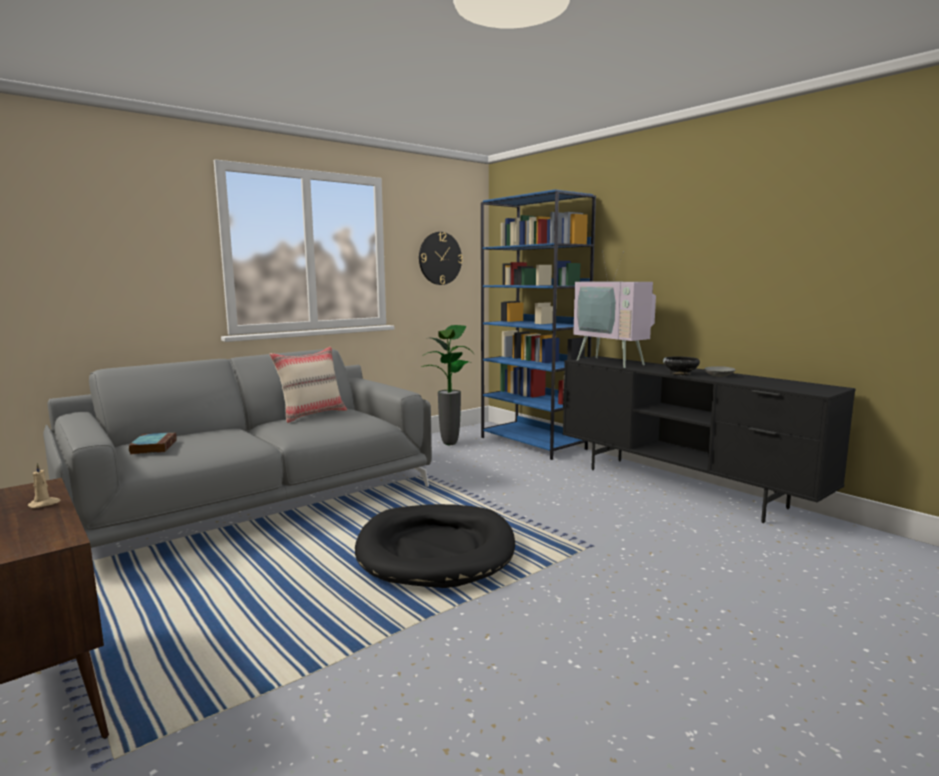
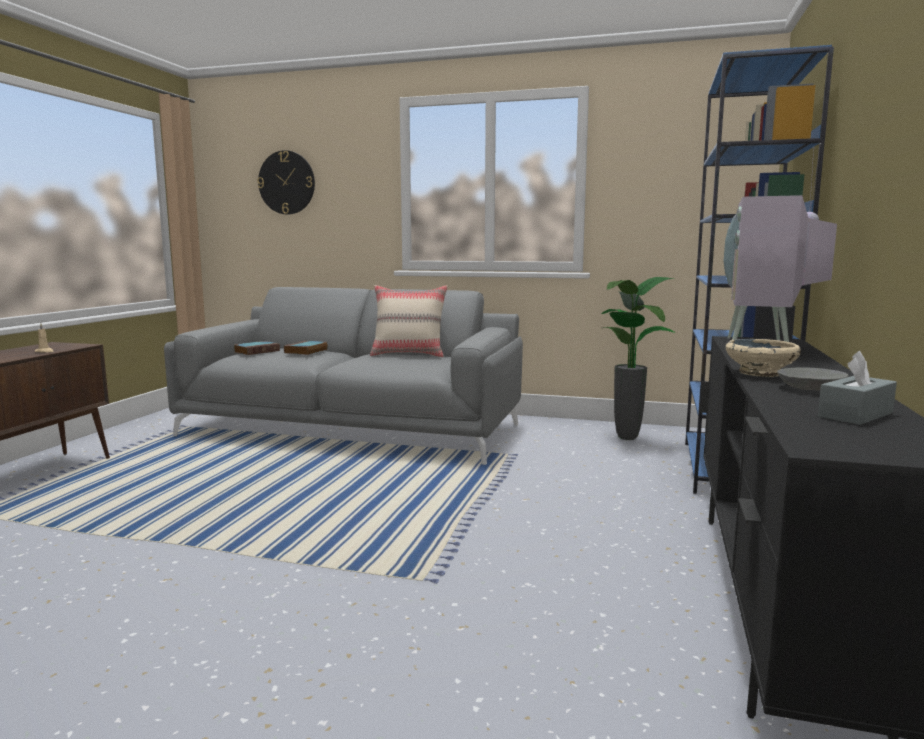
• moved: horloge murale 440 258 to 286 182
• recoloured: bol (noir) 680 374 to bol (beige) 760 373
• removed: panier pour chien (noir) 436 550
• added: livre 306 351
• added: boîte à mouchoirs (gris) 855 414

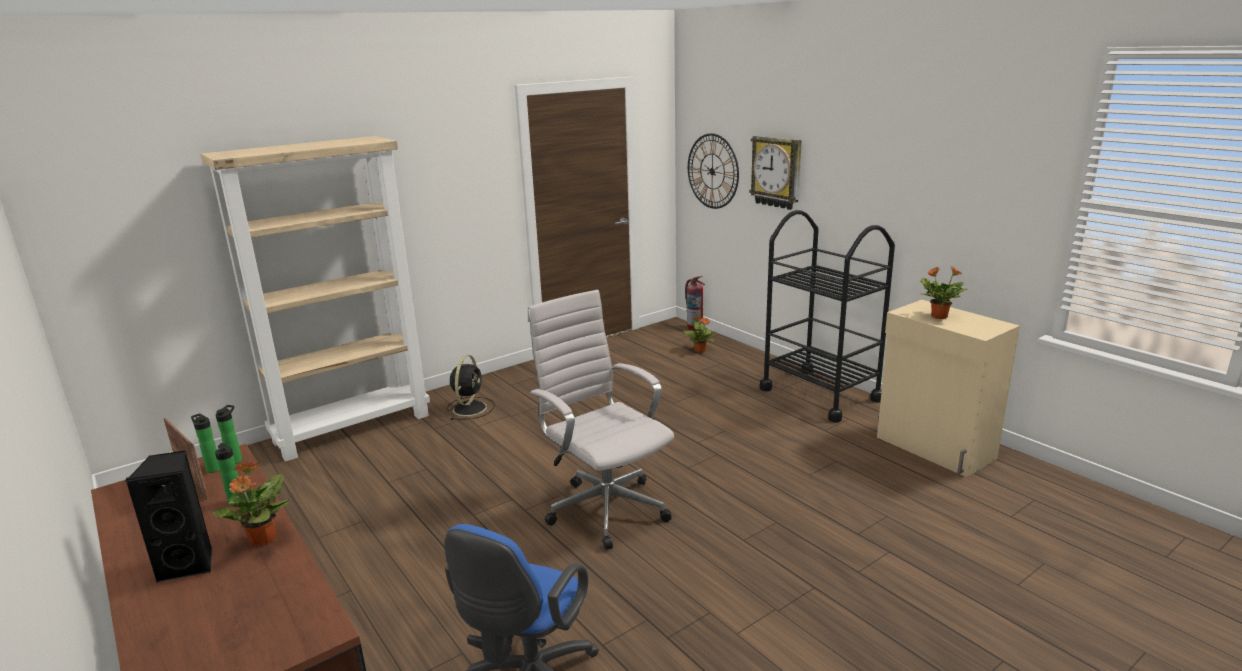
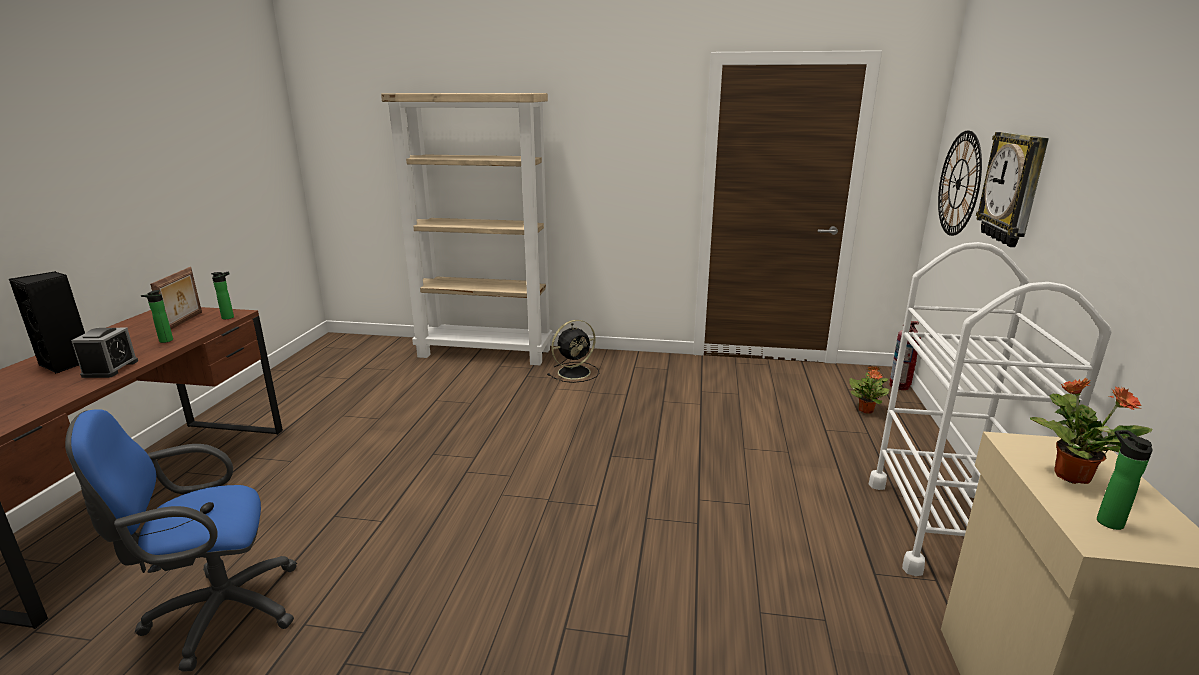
• recoloured: chariot (noir) 820 394 to chariot (blanc) 944 528
• removed: chaise de bureau (blanc) 604 508
• moved: bouteille 212 468 to 1106 520
• replaced: plante en pot 262 540 to réveil 110 368

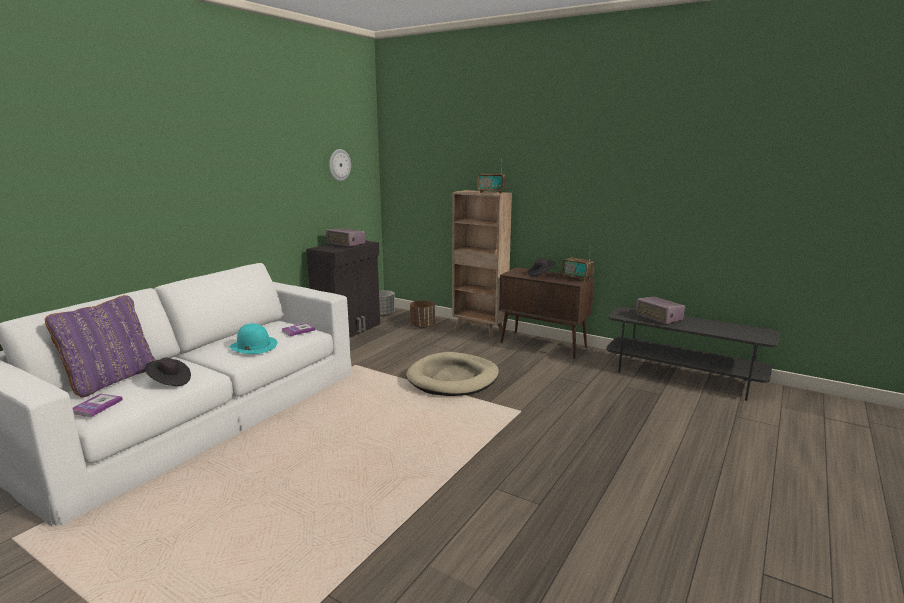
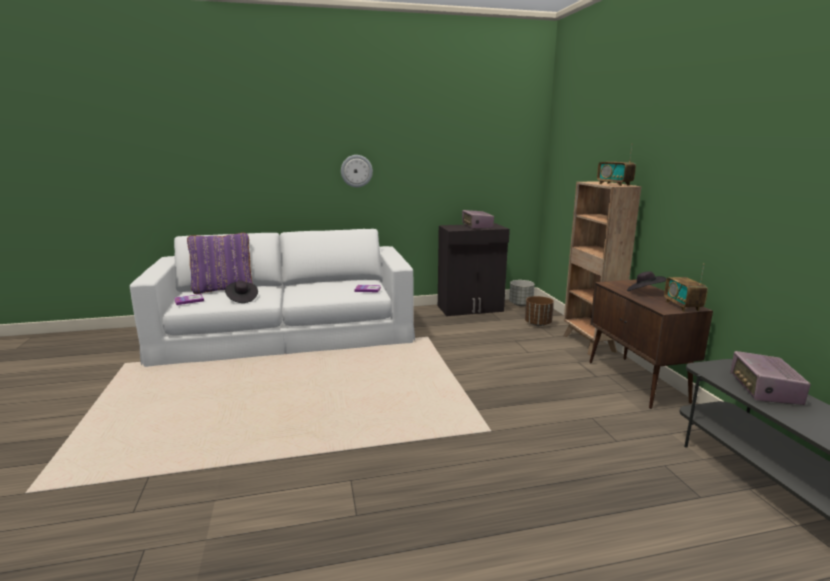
• moved: horloge murale 339 165 to 356 171
• removed: chapeau (turquoise) 253 346
• removed: panier pour chien (beige) 453 378

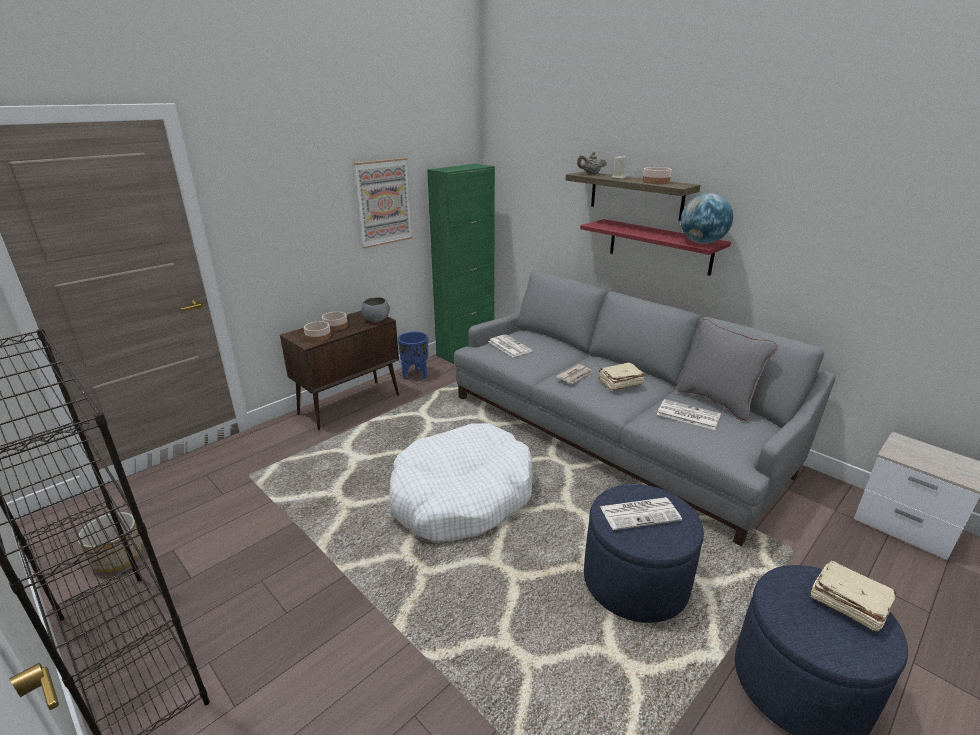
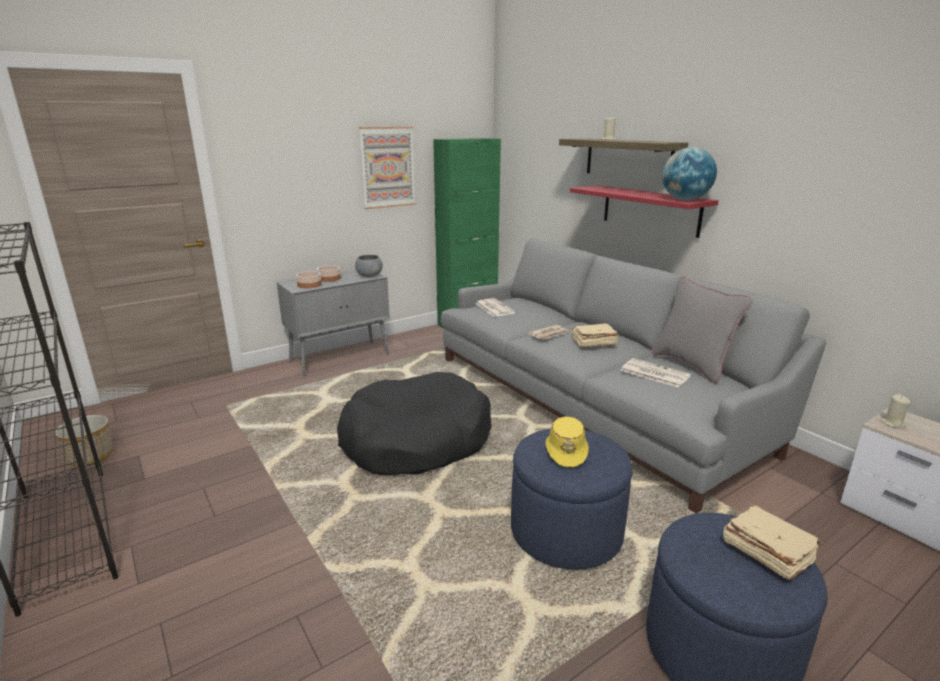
• removed: théière (beige) 591 174
• removed: bol 656 182
• recoloured: meuble de rangement (marron) 350 404 to meuble de rangement (gris) 341 358
• removed: cache-pot (bleu) 415 375
• recoloured: panier pour chien (blanc) 461 496 to panier pour chien (noir) 416 440
• replaced: journal 640 513 to chapeau (jaune) 566 451
• added: bougie (beige) 892 423

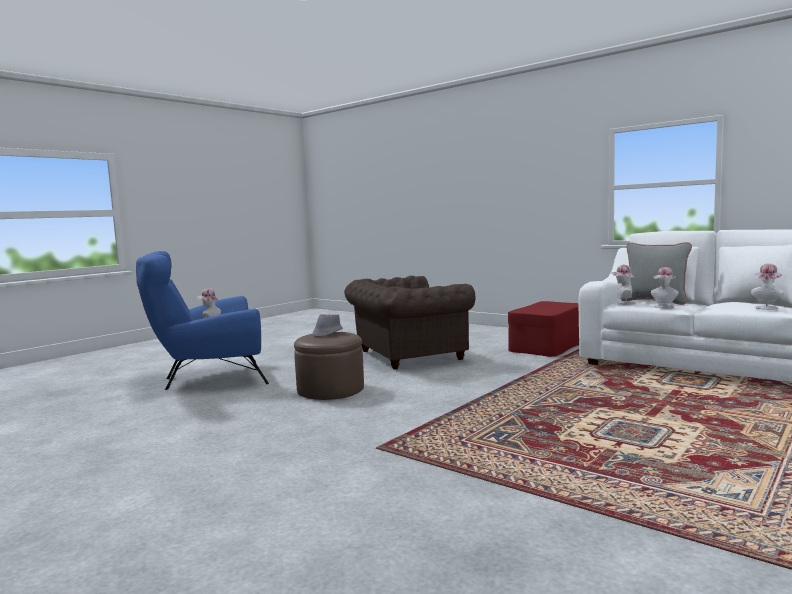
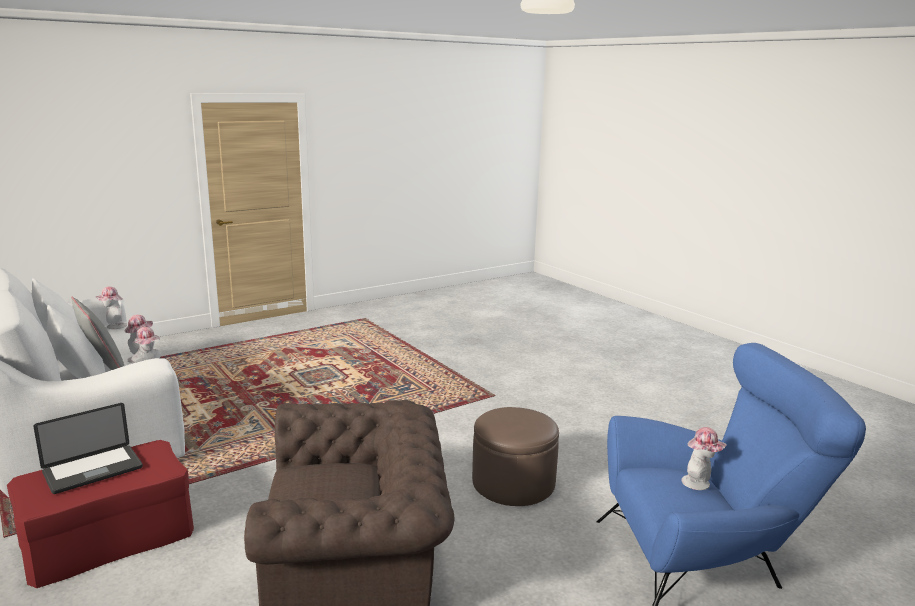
• removed: chapeau (gris) 327 333
• added: ordinateur portable 93 470

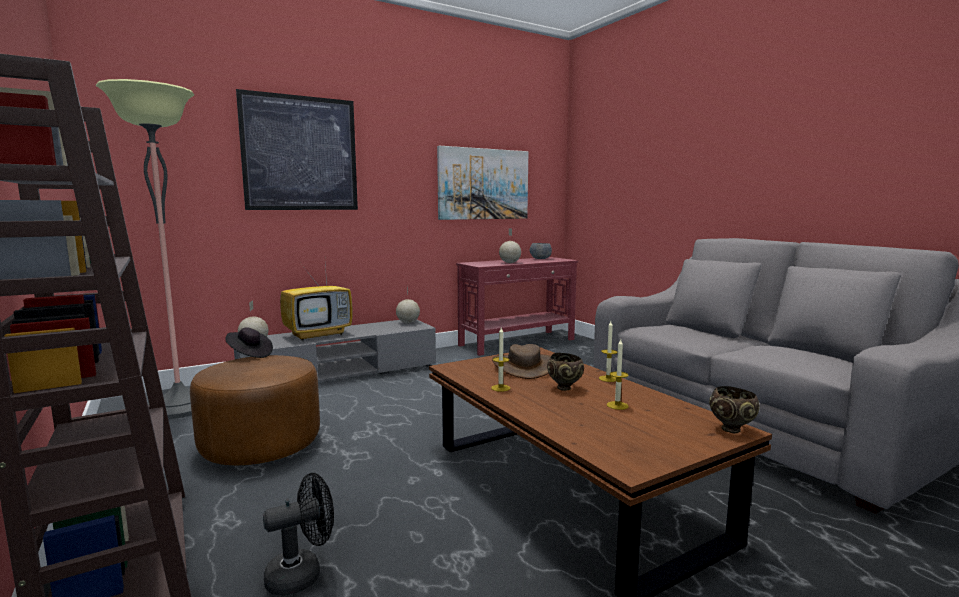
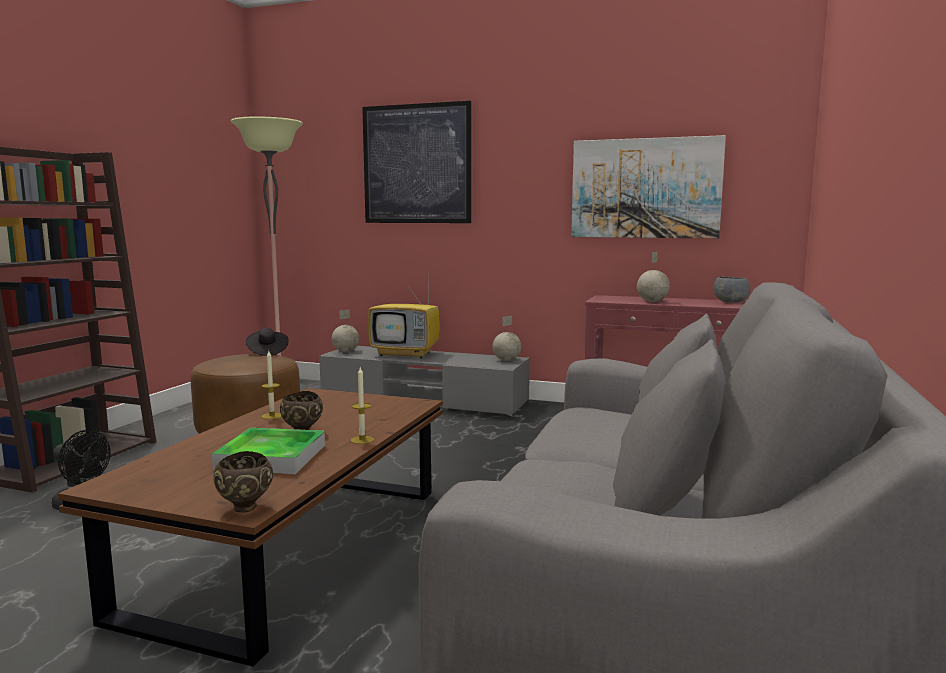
• replaced: bougie 617 405 to plateau 271 457
• removed: chapeau (marron) 523 367

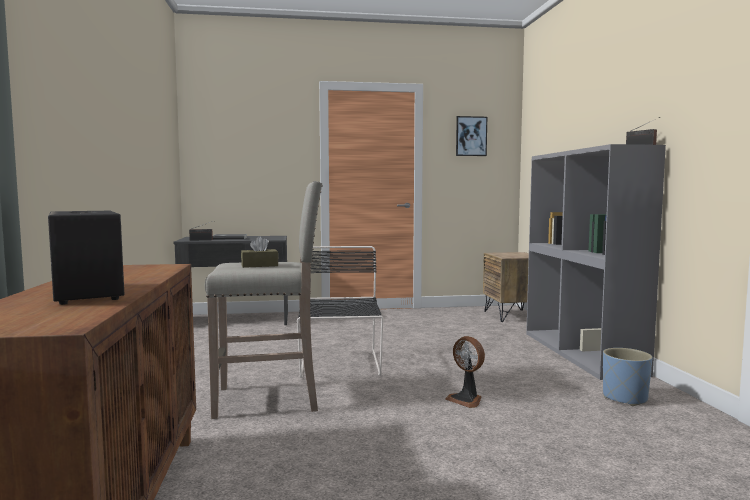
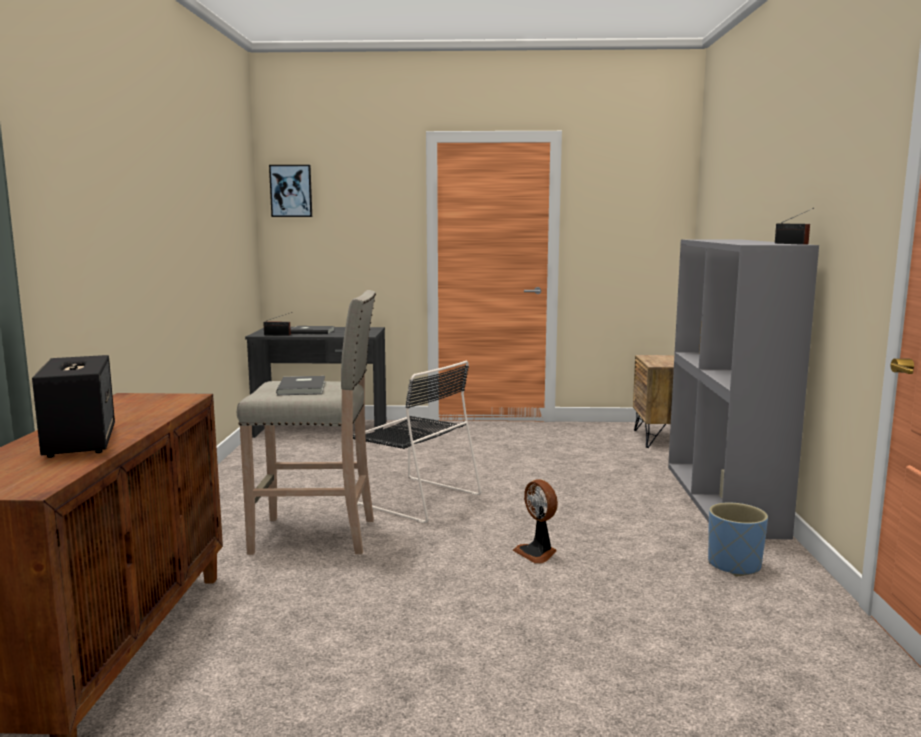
• moved: tableau 471 136 to 291 191
• replaced: boîte à mouchoirs (marron) 259 265 to livre (gris) 303 388
• turned: chaise (noir) 339 365 = 414 498 120 degrees clockwise

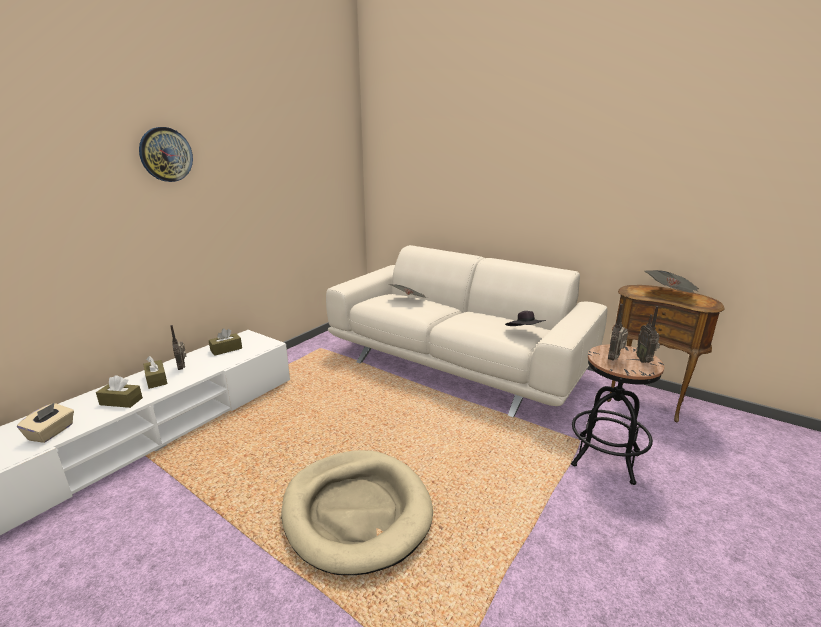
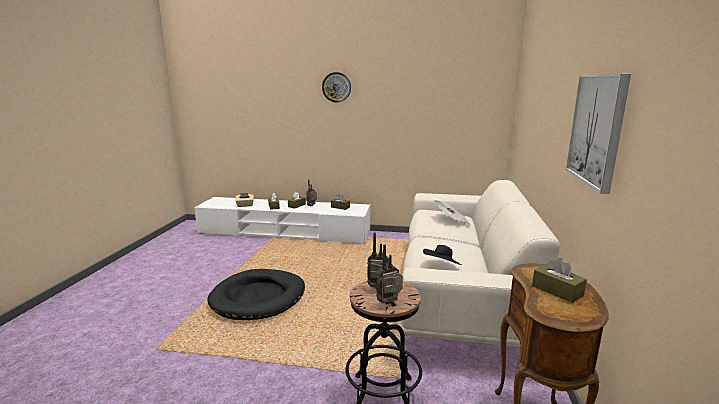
• replaced: journal 670 295 to boîte à mouchoirs (marron) 557 290
• recoloured: panier pour chien (beige) 356 511 to panier pour chien (noir) 259 297
• added: tableau 597 129

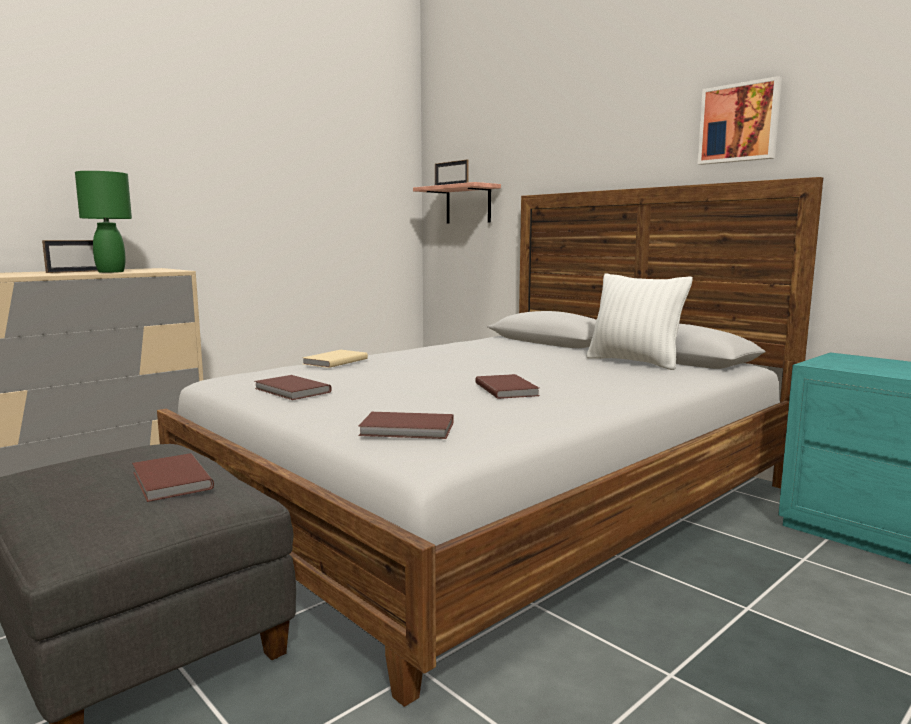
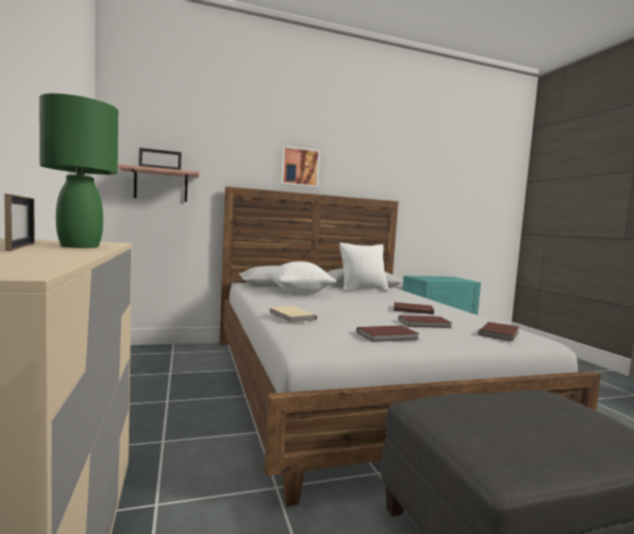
• moved: tableau 739 123 to 299 167
• moved: livre (marron) 169 481 to 425 324
• added: coussin (blanc) 299 292

